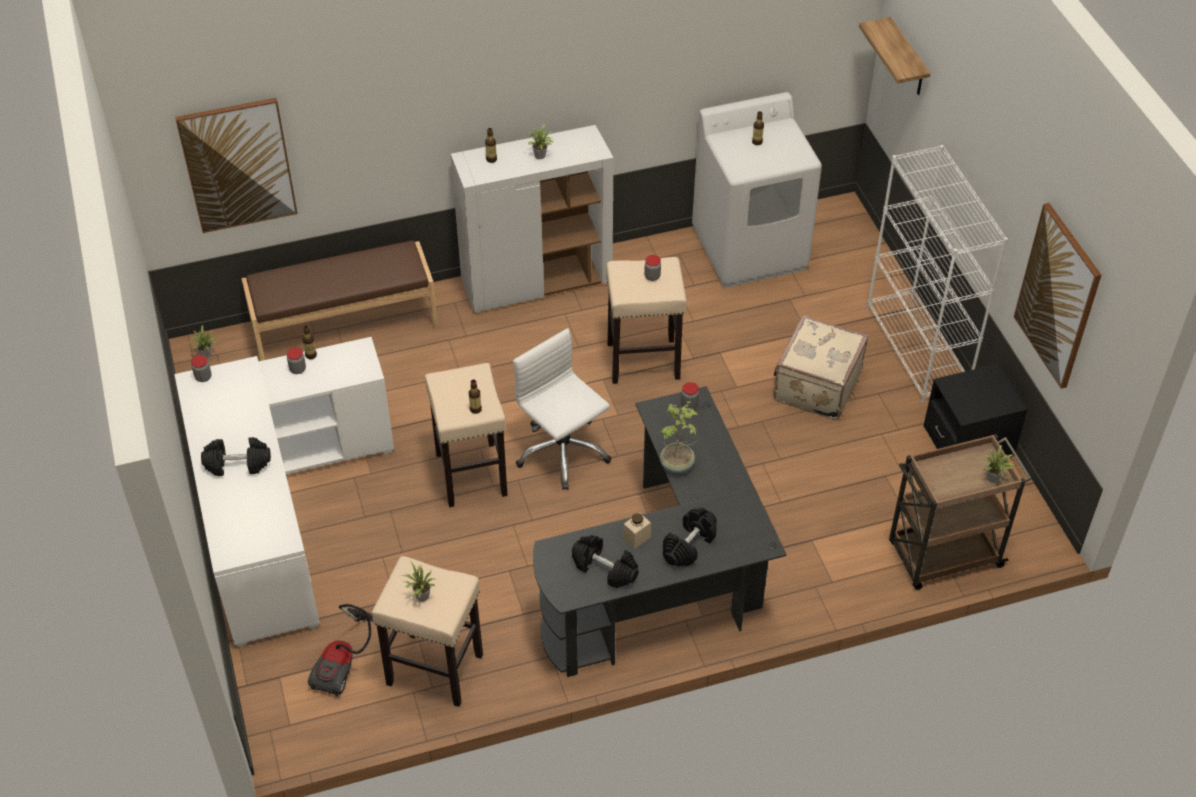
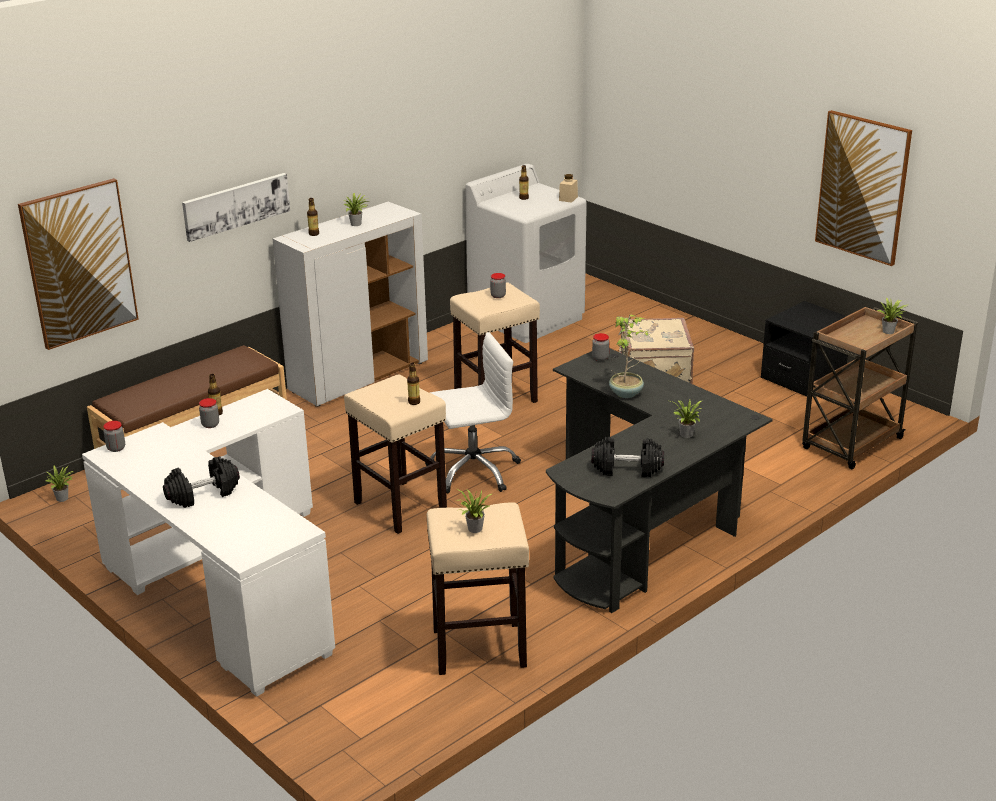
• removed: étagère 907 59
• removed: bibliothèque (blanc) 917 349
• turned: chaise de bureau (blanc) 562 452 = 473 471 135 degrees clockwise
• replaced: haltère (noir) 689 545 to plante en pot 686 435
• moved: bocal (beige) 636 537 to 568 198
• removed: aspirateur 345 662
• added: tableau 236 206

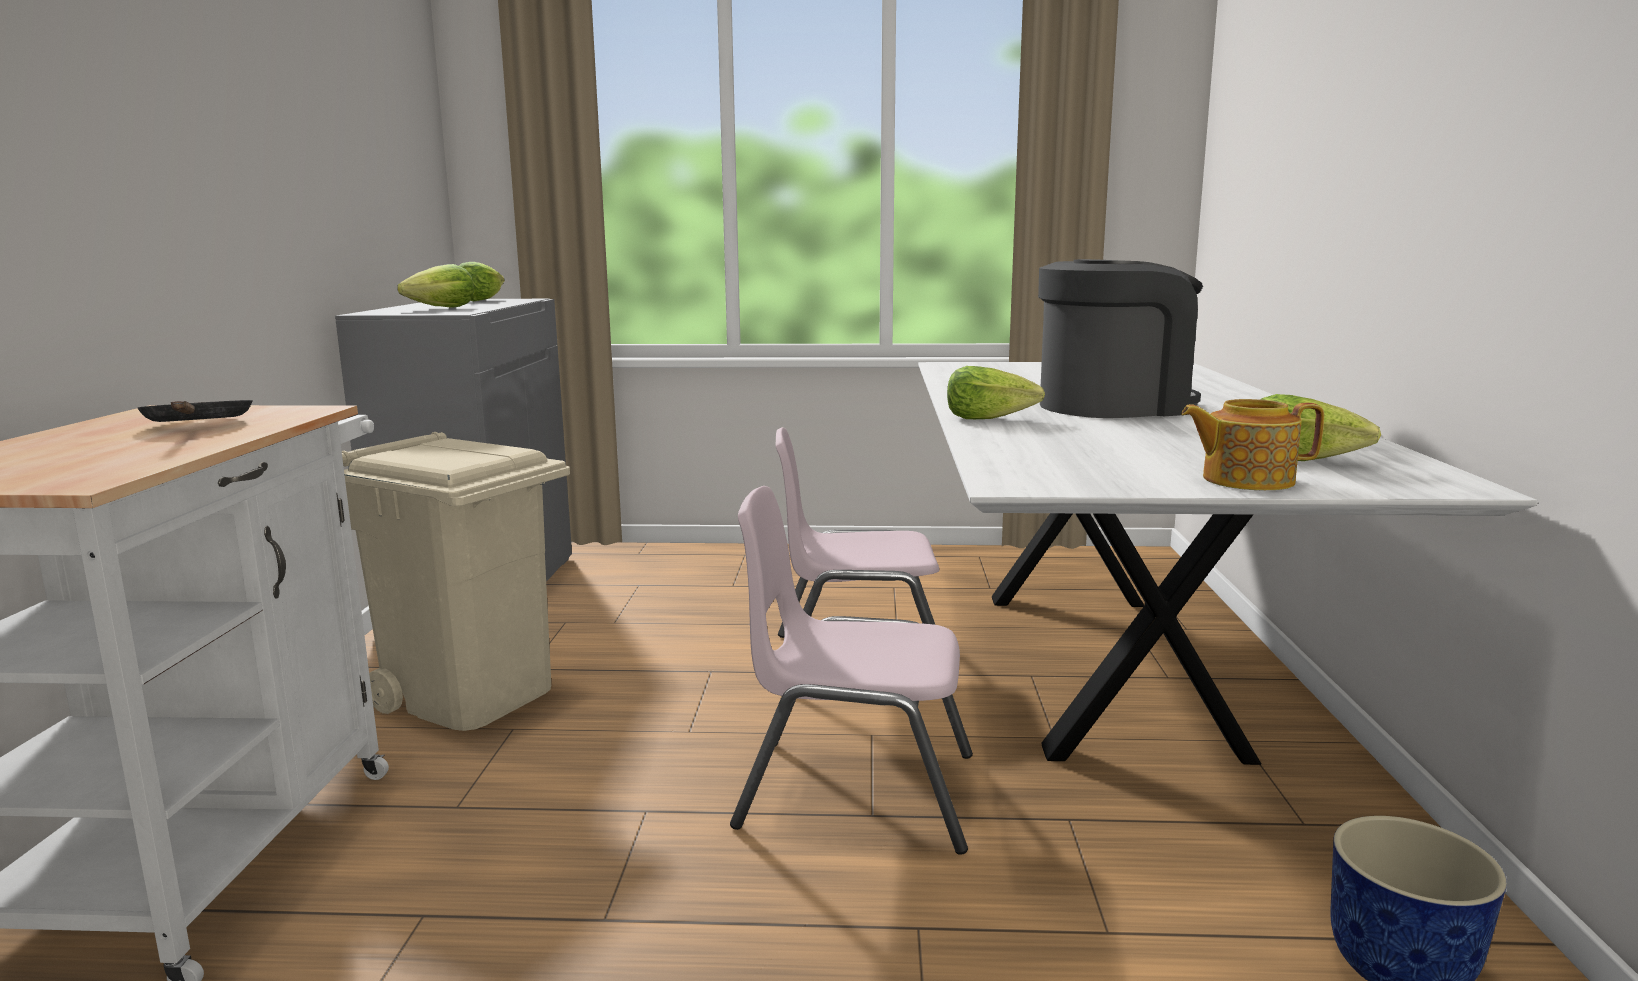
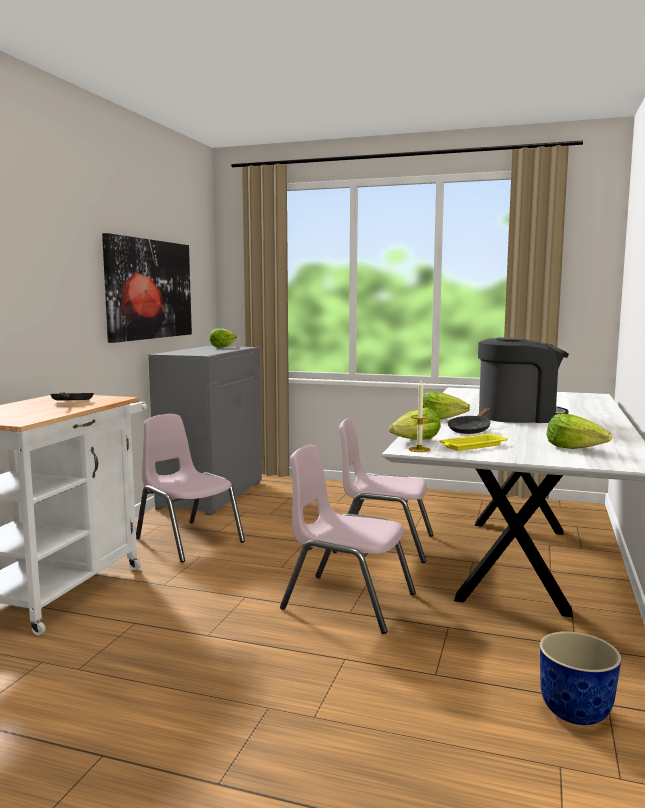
• moved: laitue 442 308 to 416 441
• removed: théière 1245 480
• replaced: poubelle (beige) 472 695 to chaise (rose) 188 540
• added: tableau 149 289
• added: bougie 419 449
• added: poêle (noir) 470 430
• added: plateau (jaune) 472 446

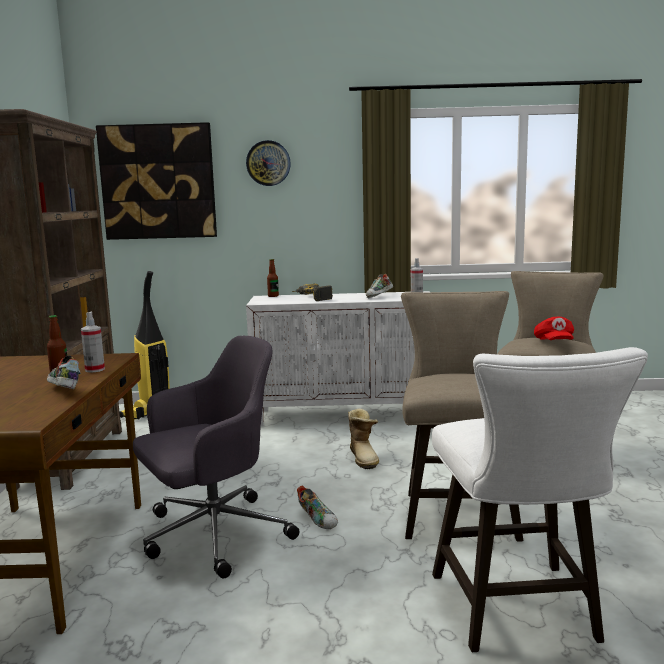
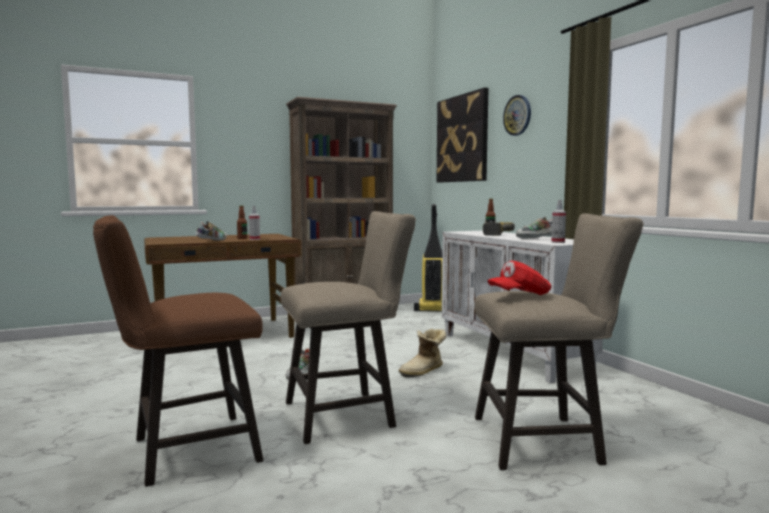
• removed: chaise de bureau (gris) 212 535
• recoloured: tabouret (blanc) 519 614 to tabouret (marron) 185 451

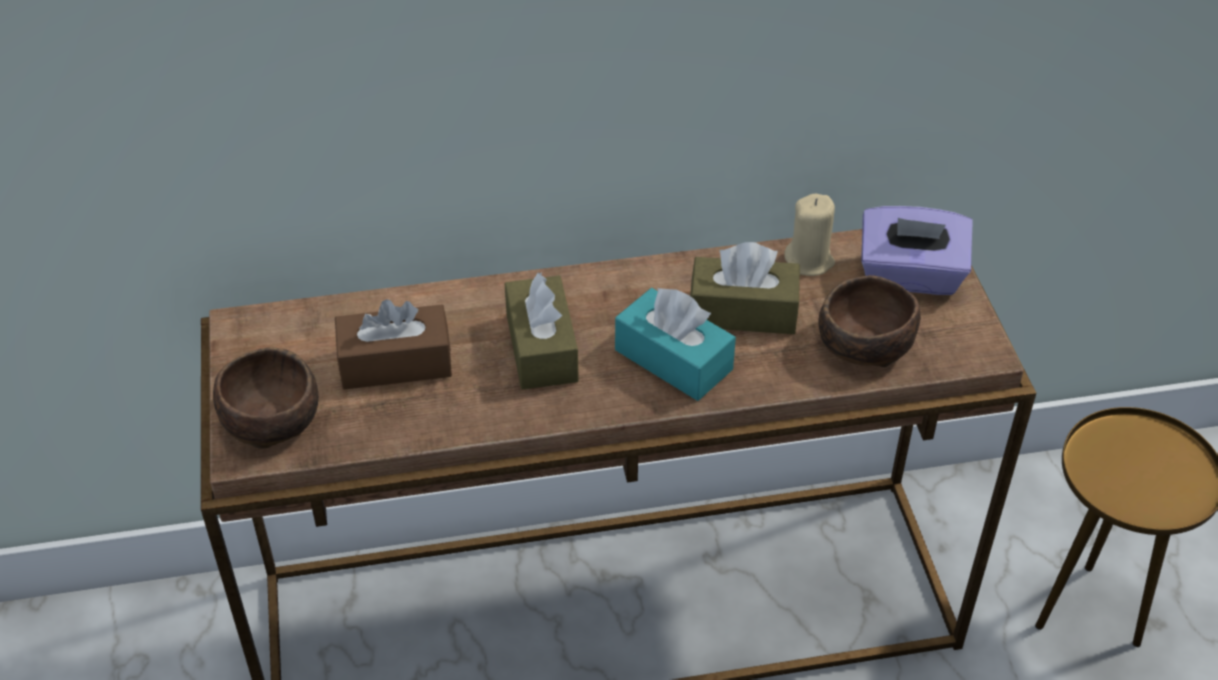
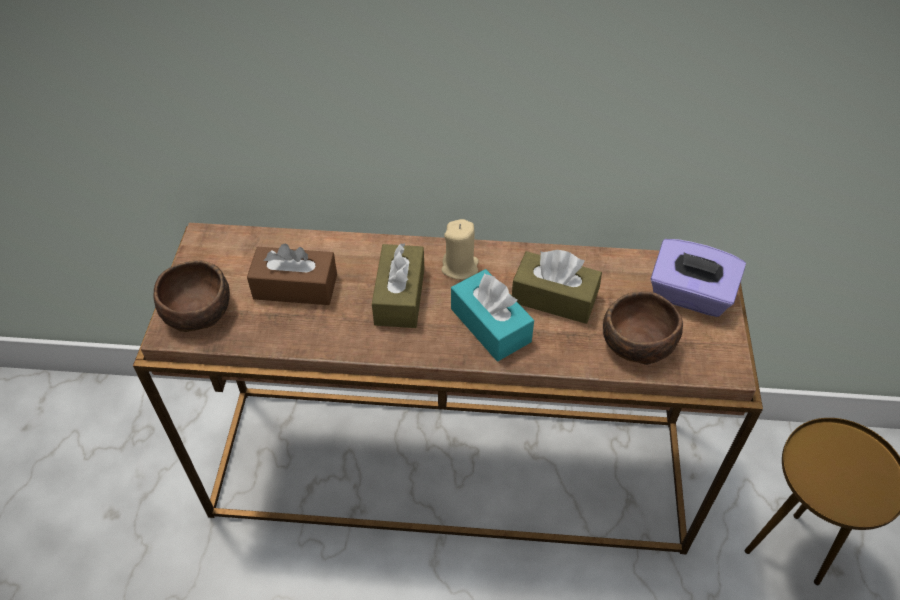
• moved: bougie (beige) 809 261 to 460 267

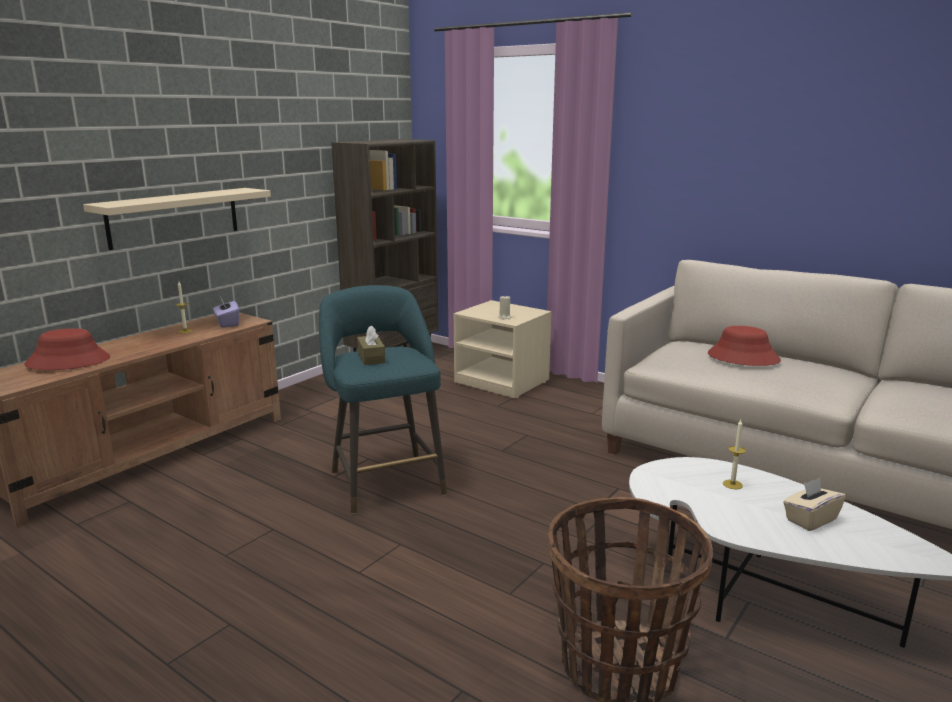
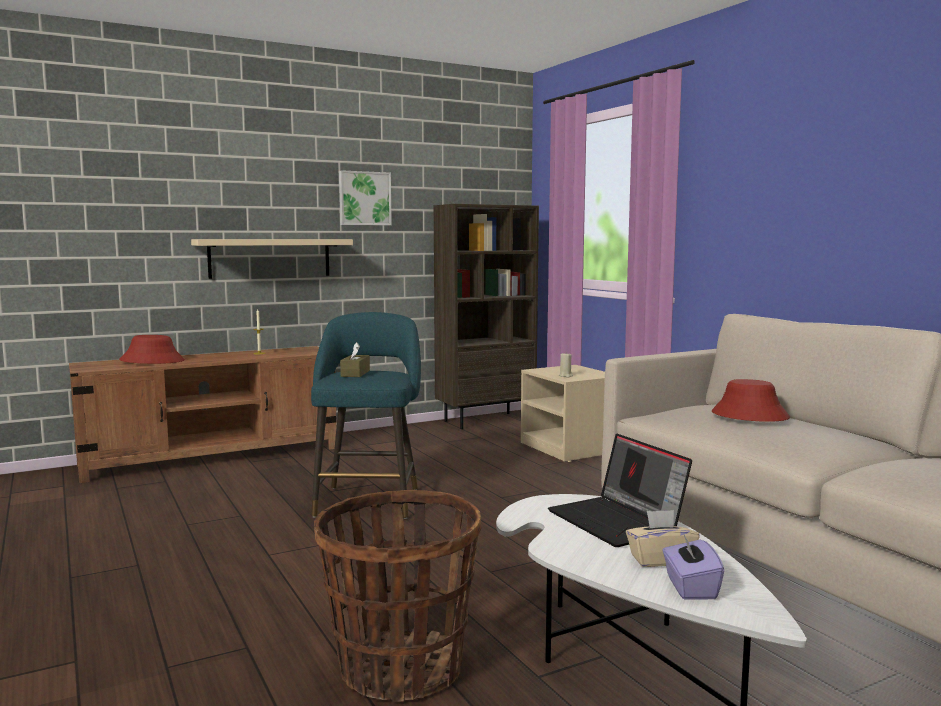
• moved: boîte à mouchoirs (violet) 227 323 to 690 587
• replaced: bougie 732 484 to ordinateur portable 618 522
• added: tableau 364 198

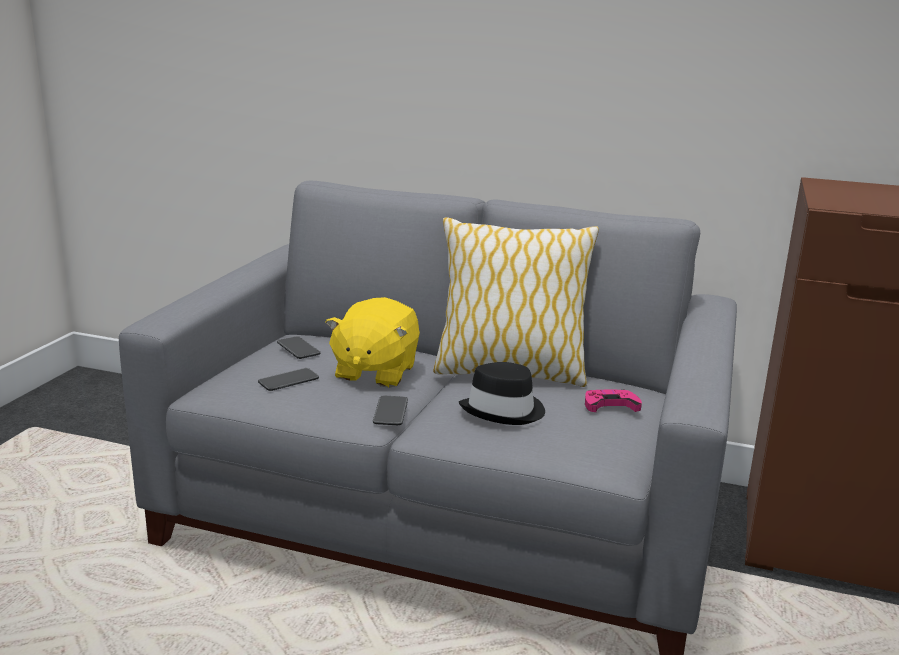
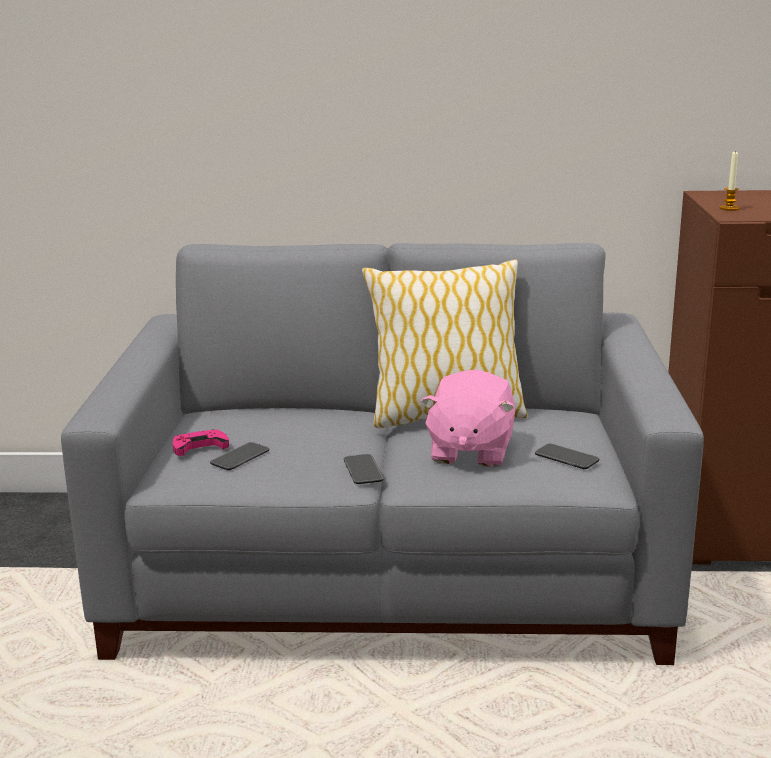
• removed: peluche (jaune) 374 372
• moved: téléphone 298 348 to 566 458
• replaced: chapeau (noir) 504 410 to peluche (rose) 469 451
• moved: manette (rose) 610 405 to 199 447
• added: bougie 729 208

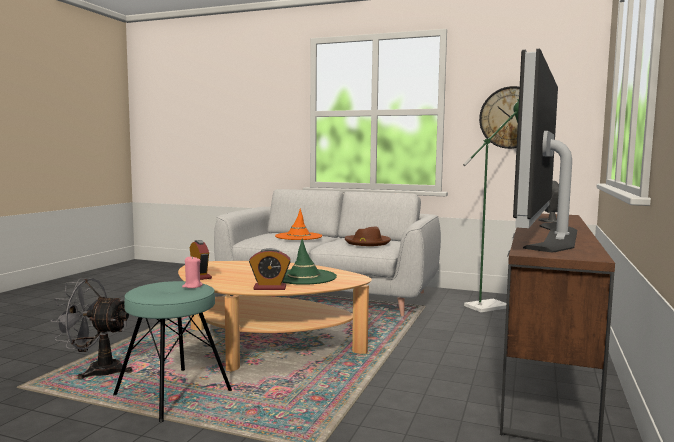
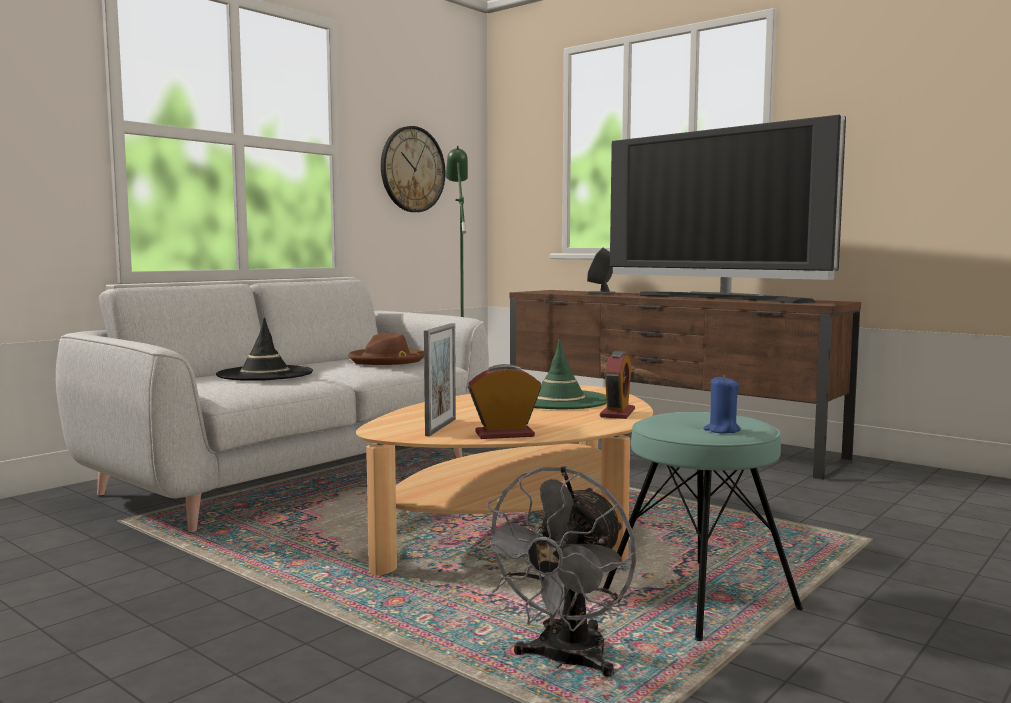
• recoloured: chapeau (orange) 298 236 to chapeau (noir) 265 374
• removed: bougie (rose) 192 286
• added: cadre photo 441 427
• added: bougie (bleu) 721 430

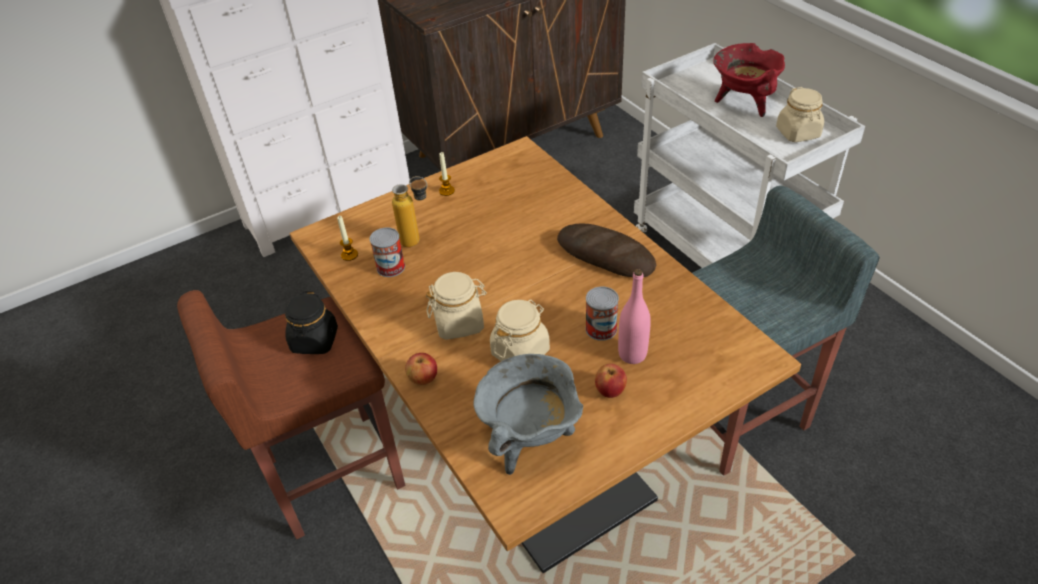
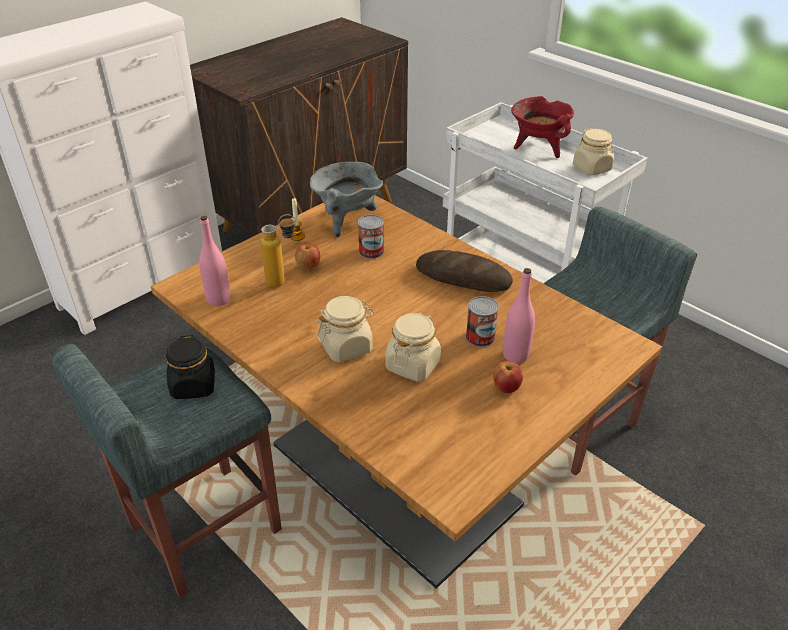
• replaced: bougie 349 255 to bouteille (rose) 219 299
• moved: boîte métallique 390 267 to 371 251
• recoloured: tabouret (marron) 331 474 to tabouret (gris) 203 530
• moved: pomme 423 379 to 308 266
• moved: marmite (gris) 530 439 to 347 221

